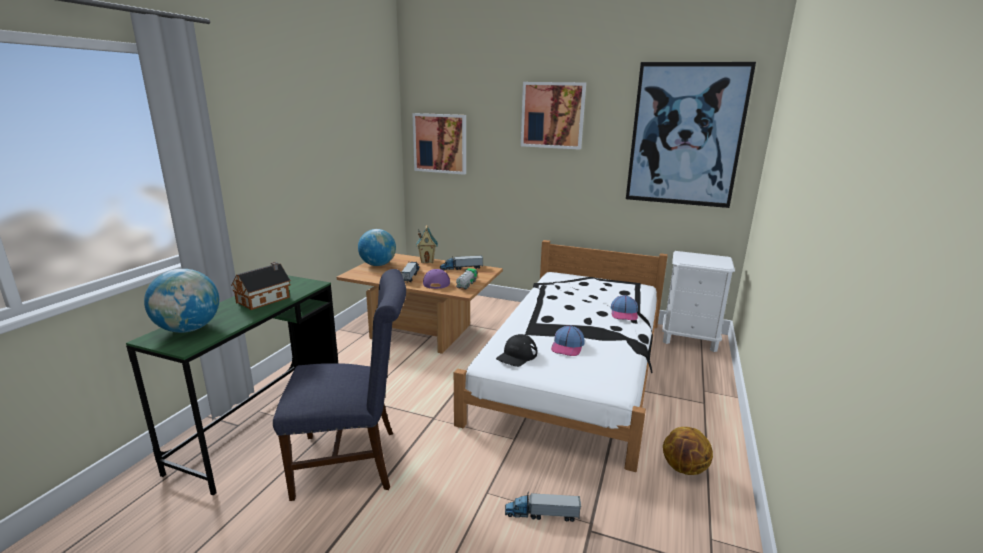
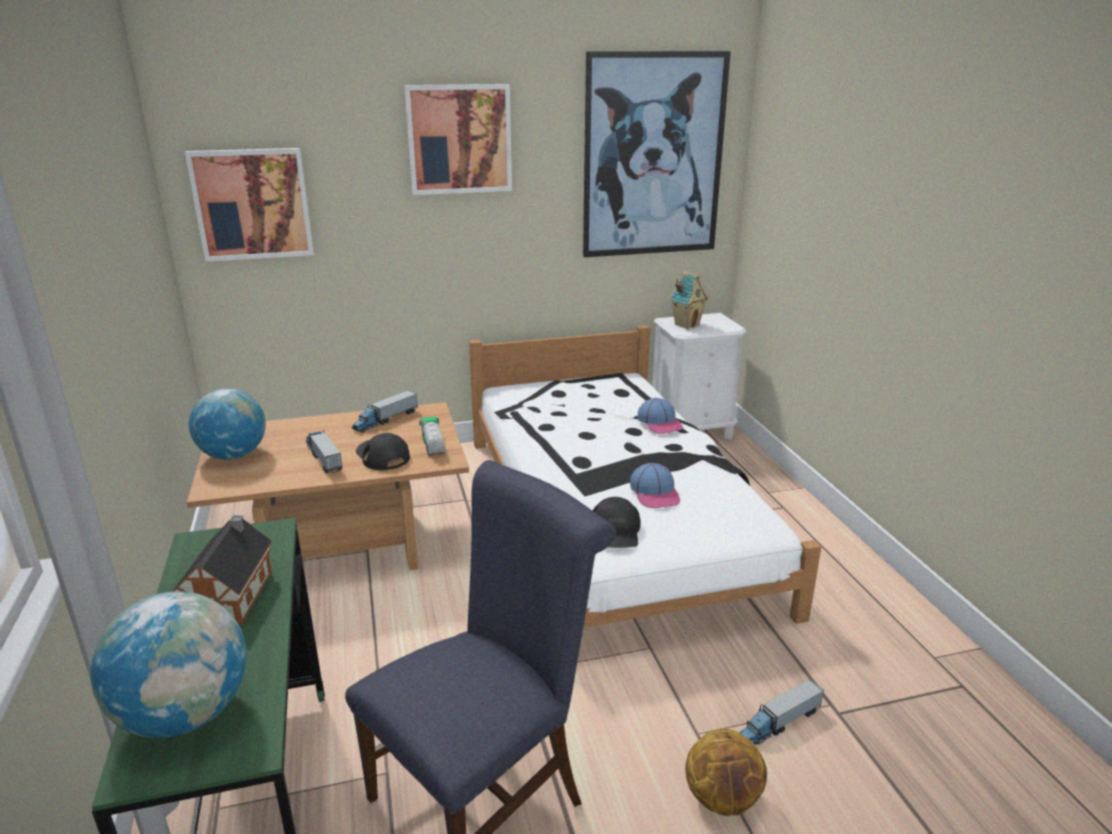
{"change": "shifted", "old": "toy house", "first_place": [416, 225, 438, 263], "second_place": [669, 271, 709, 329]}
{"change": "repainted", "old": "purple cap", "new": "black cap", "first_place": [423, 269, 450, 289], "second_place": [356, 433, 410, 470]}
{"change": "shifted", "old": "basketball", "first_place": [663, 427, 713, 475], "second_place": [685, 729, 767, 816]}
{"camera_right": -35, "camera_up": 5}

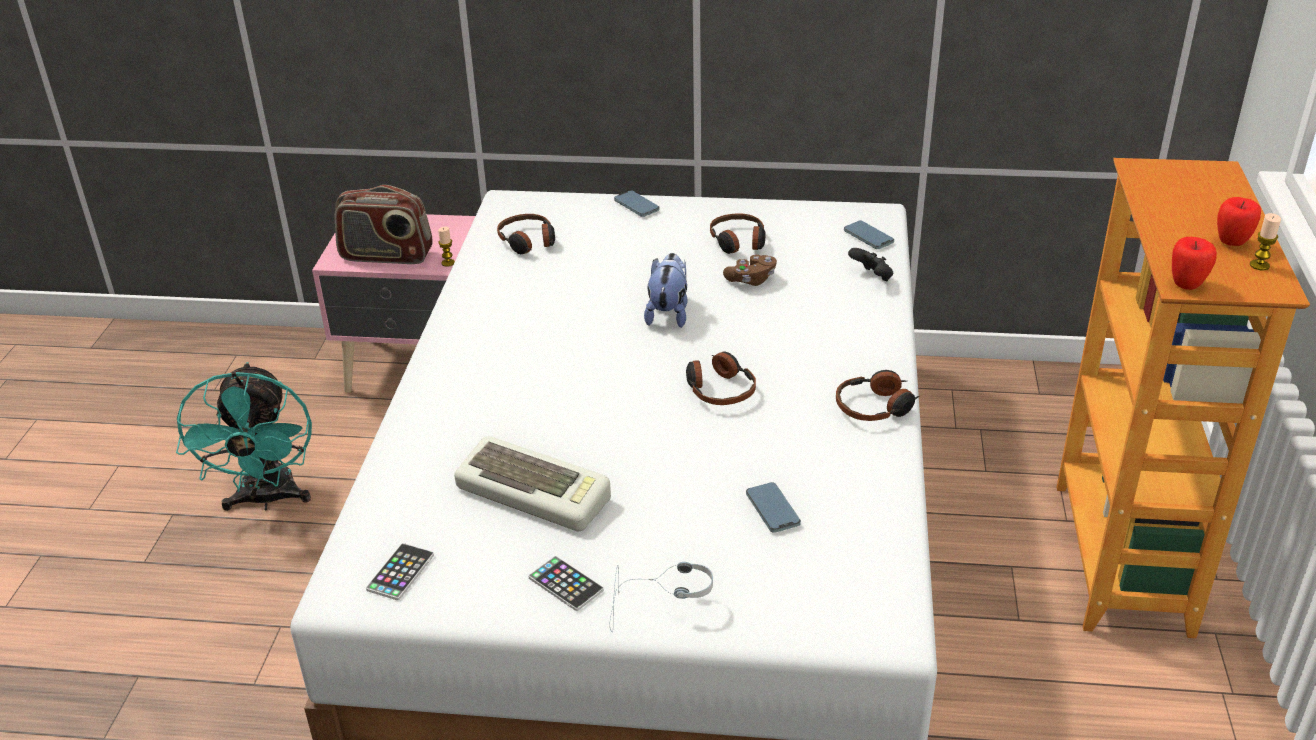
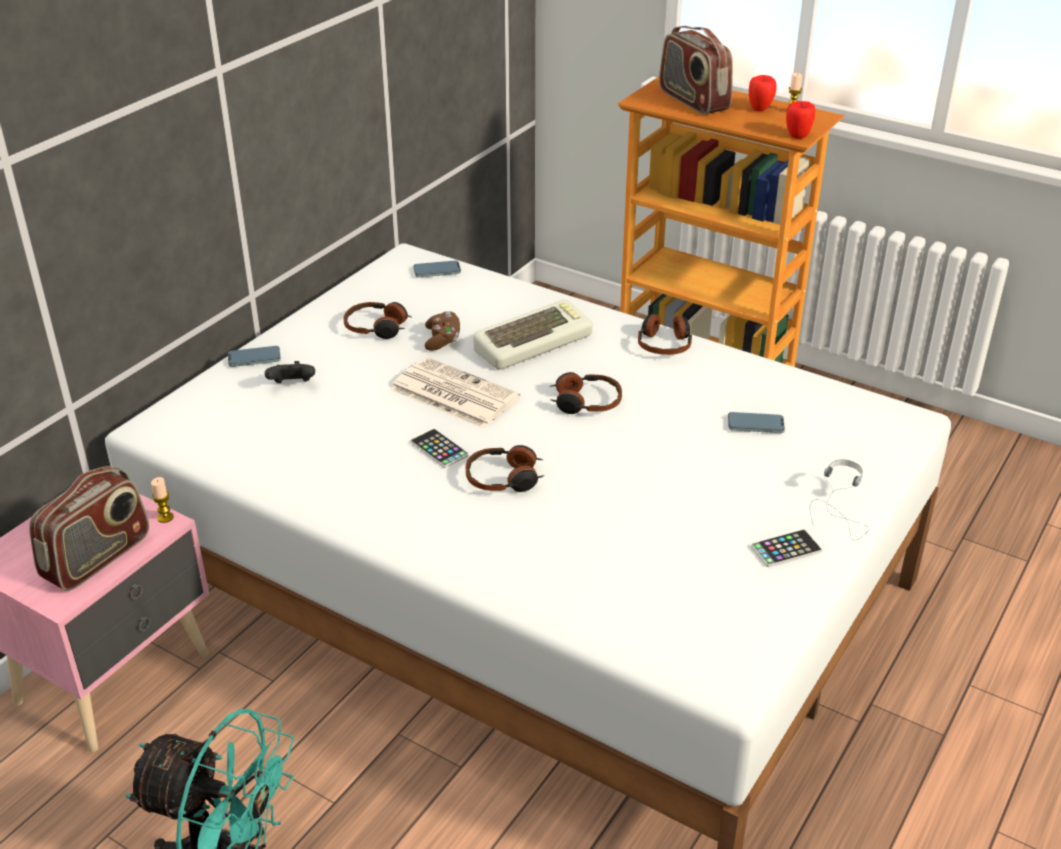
{"change": "shifted", "old": "headphones", "first_place": [497, 214, 555, 254], "second_place": [466, 445, 544, 492]}
{"change": "shifted", "old": "black game controller", "first_place": [848, 248, 893, 281], "second_place": [265, 361, 315, 383]}
{"change": "swapped", "old": "plush toy", "new": "newspaper", "first_place": [644, 253, 687, 328], "second_place": [390, 357, 520, 429]}
{"change": "shifted", "old": "keyboard", "first_place": [454, 436, 611, 531], "second_place": [473, 299, 592, 370]}
{"change": "shifted", "old": "phone", "first_place": [366, 543, 434, 600], "second_place": [410, 429, 469, 468]}
{"change": "new", "new": "radio", "second_place": [659, 26, 733, 114]}
{"camera_right": -65, "camera_up": 0}

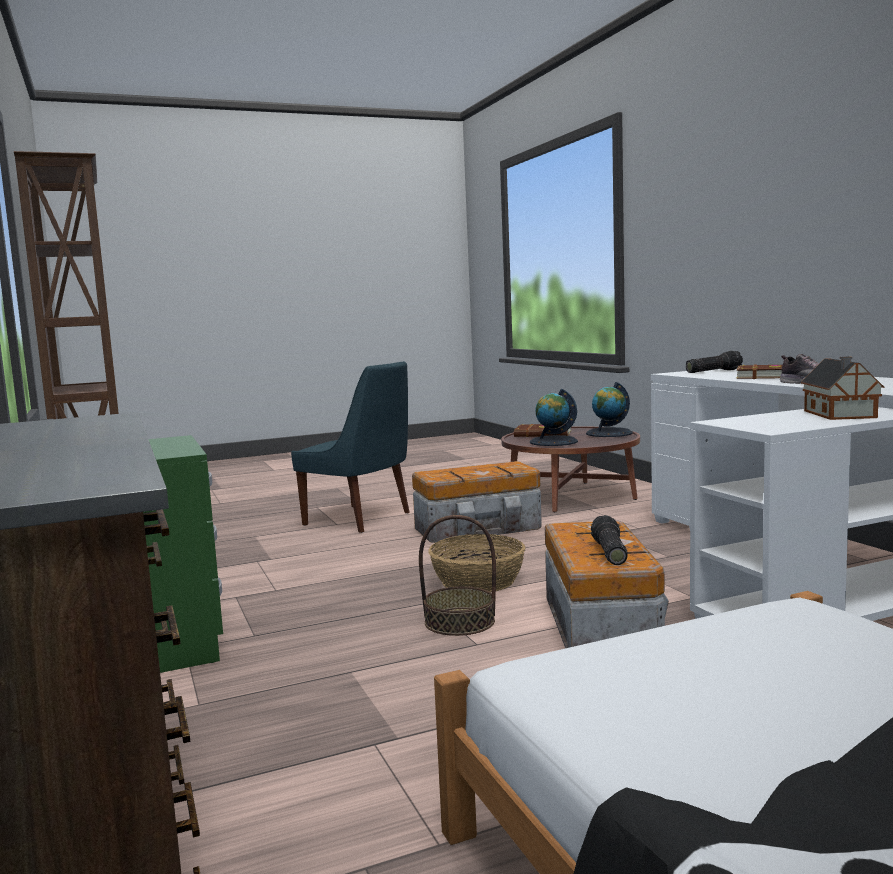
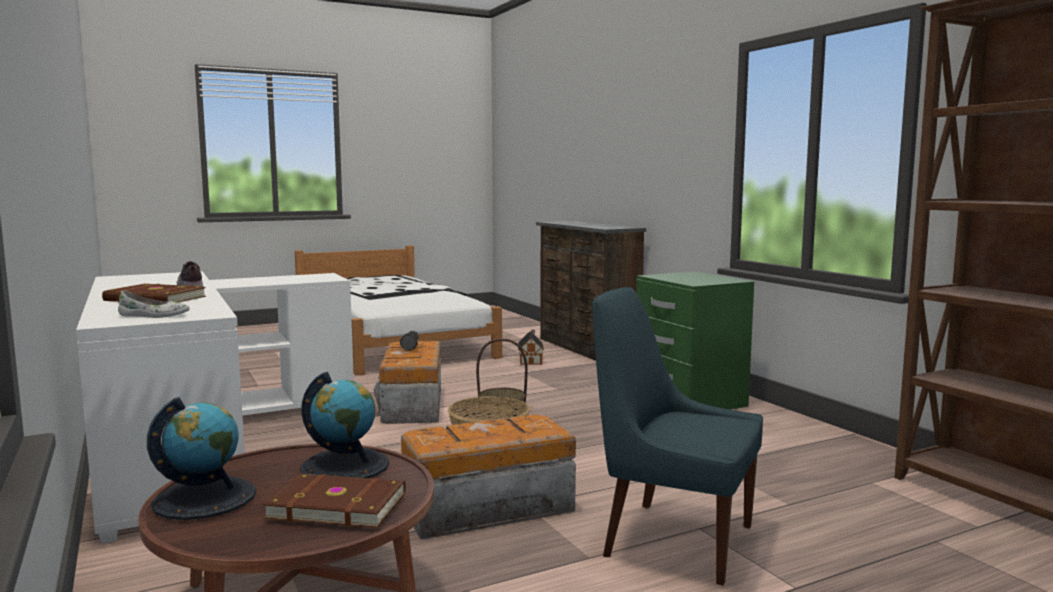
{"change": "swapped", "old": "flashlight", "new": "white shoe", "first_place": [686, 351, 743, 373], "second_place": [118, 291, 190, 318]}
{"change": "shifted", "old": "toy house", "first_place": [801, 356, 884, 420], "second_place": [518, 330, 544, 365]}
{"camera_right": 175, "camera_up": 0}

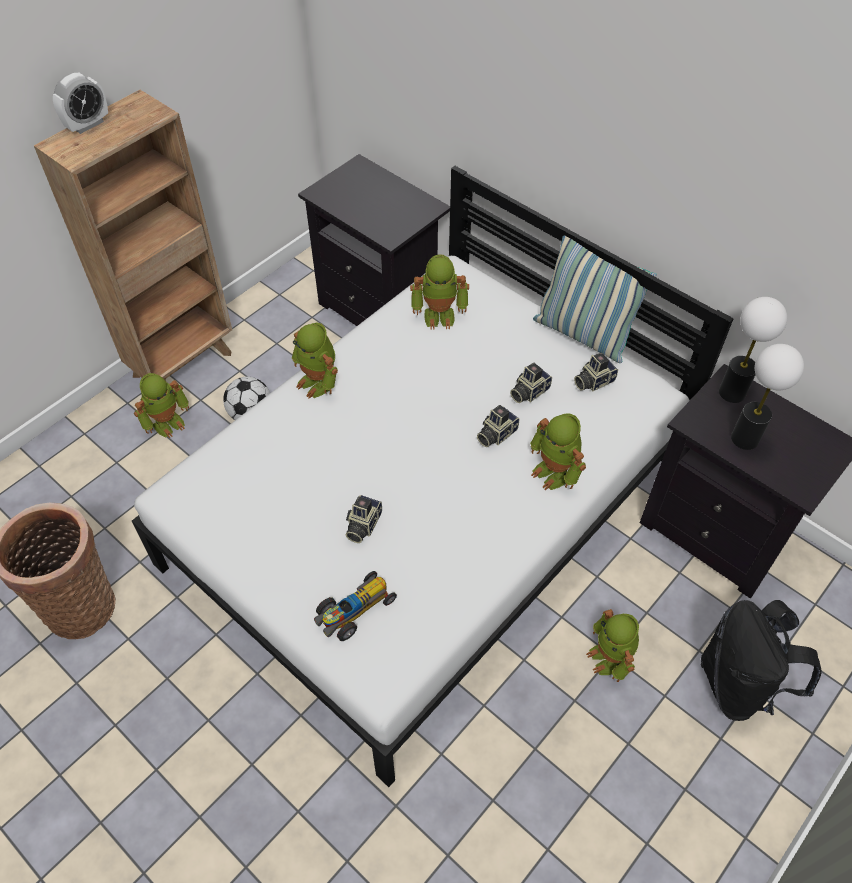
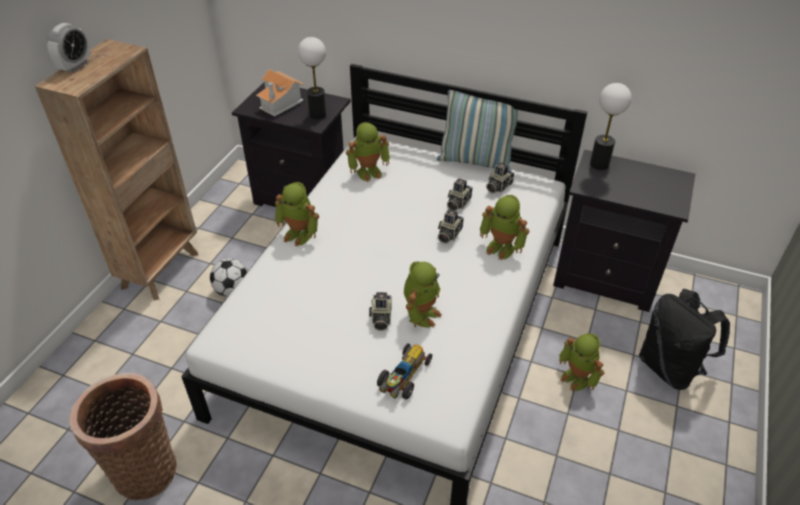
{"change": "shifted", "old": "table lamp", "first_place": [731, 344, 804, 450], "second_place": [298, 37, 326, 119]}
{"change": "shifted", "old": "toy robot", "first_place": [134, 373, 189, 438], "second_place": [404, 261, 442, 328]}
{"change": "new", "new": "toy house", "second_place": [256, 69, 304, 117]}
{"camera_right": -20, "camera_up": -10}

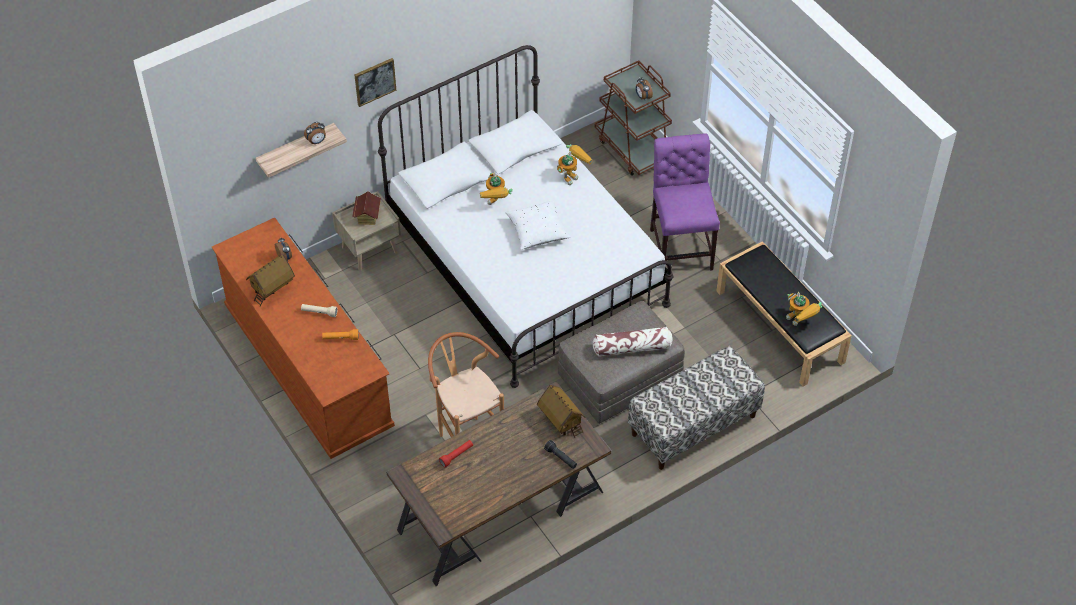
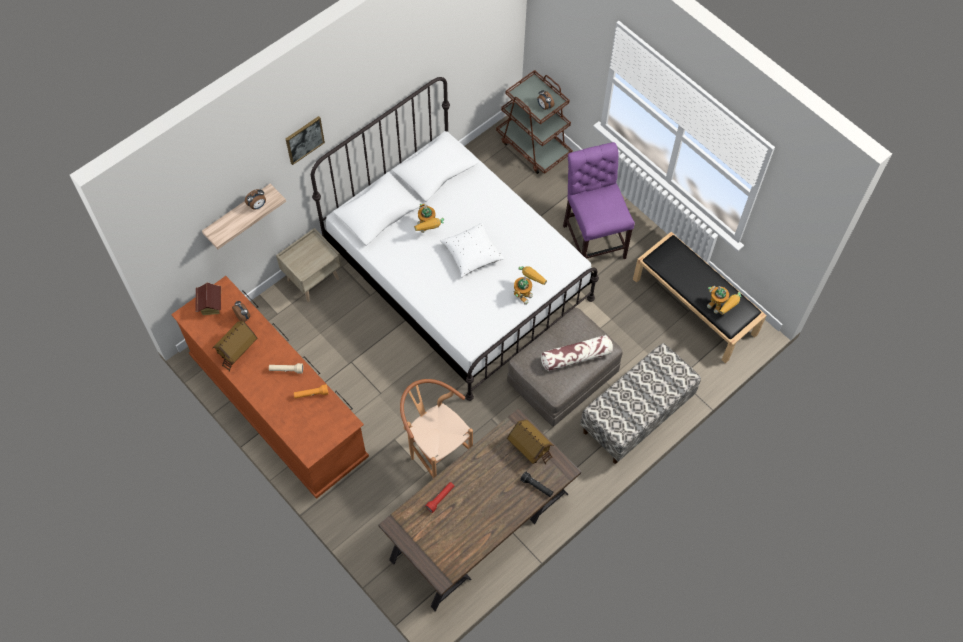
{"change": "shifted", "old": "toy robot", "first_place": [557, 144, 593, 185], "second_place": [513, 266, 547, 305]}
{"change": "shifted", "old": "toy house", "first_place": [352, 191, 381, 225], "second_place": [195, 282, 221, 315]}
{"camera_right": -10, "camera_up": 10}

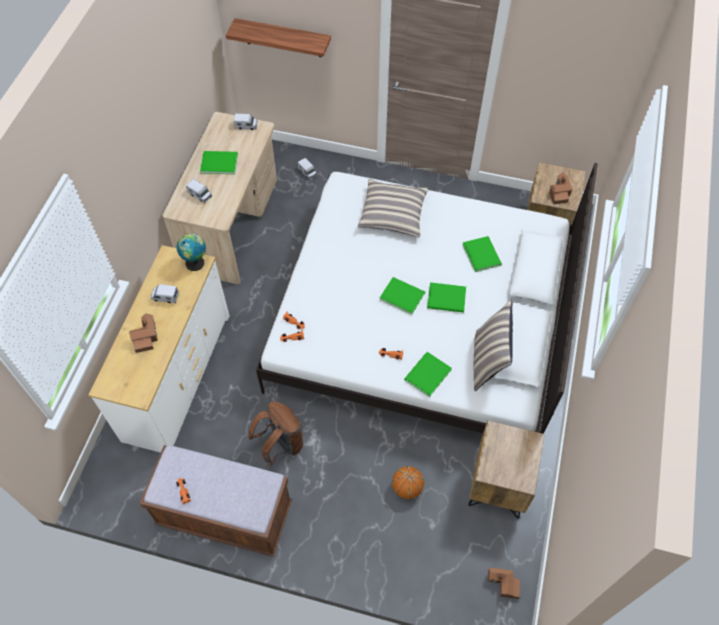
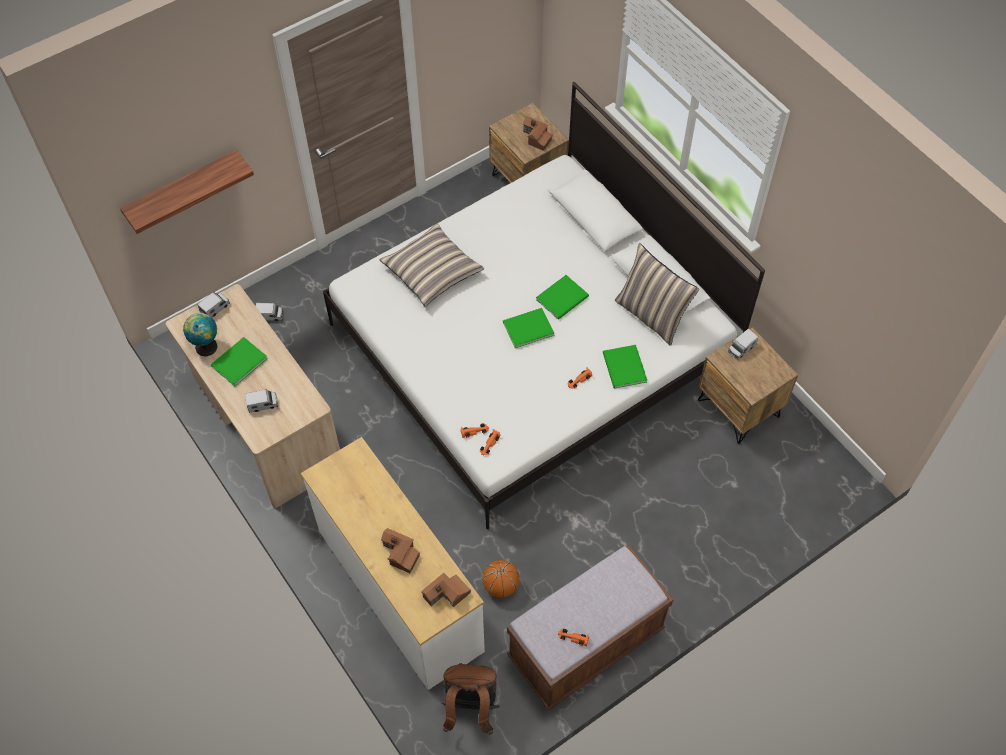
{"change": "shifted", "old": "globe", "first_place": [177, 233, 206, 271], "second_place": [183, 313, 218, 356]}
{"change": "gone", "old": "green book", "first_place": [462, 236, 502, 272]}
{"change": "shifted", "old": "toy truck", "first_place": [151, 284, 179, 303], "second_place": [728, 329, 758, 360]}
{"change": "shifted", "old": "brown backpack", "first_place": [248, 401, 303, 466], "second_place": [440, 663, 499, 735]}
{"change": "shifted", "old": "basketball", "first_place": [392, 466, 424, 499], "second_place": [482, 560, 520, 598]}
{"change": "shifted", "old": "toy house", "first_place": [488, 567, 520, 599], "second_place": [421, 573, 471, 607]}
{"camera_right": -50, "camera_up": 0}

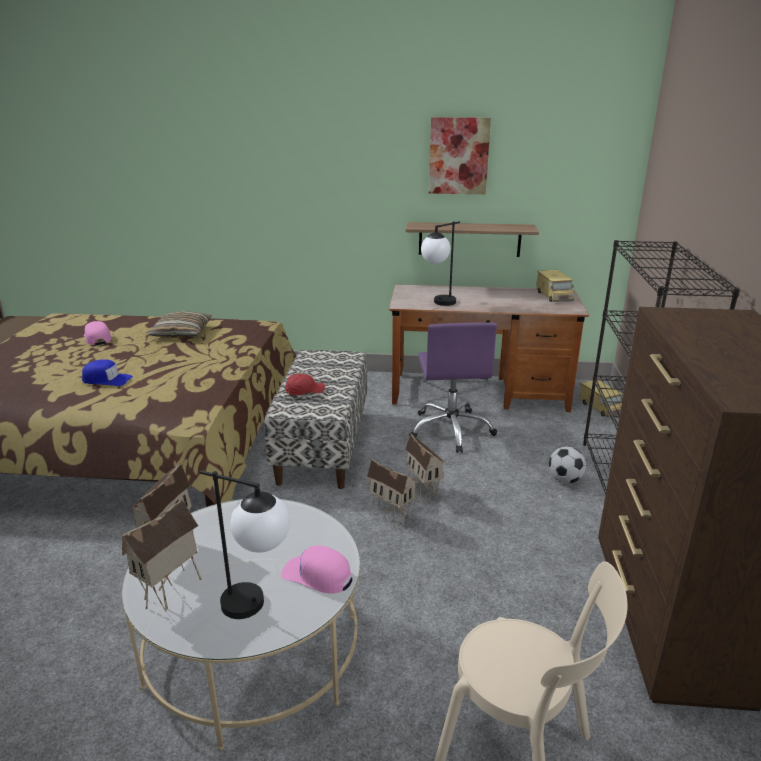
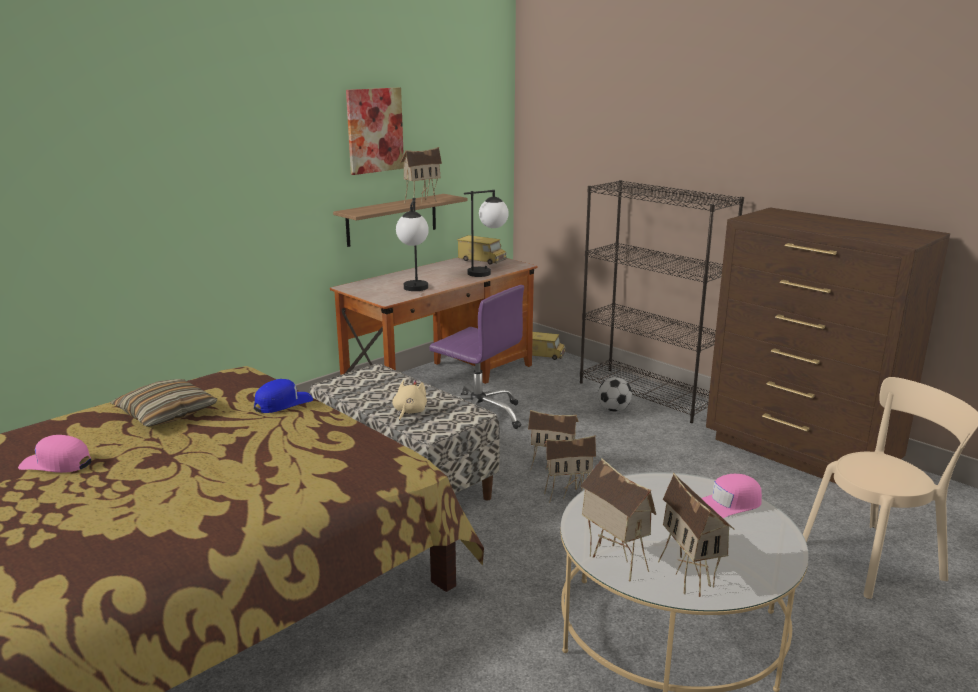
{"change": "shifted", "old": "blue cap", "first_place": [82, 360, 133, 386], "second_place": [254, 379, 313, 413]}
{"change": "swapped", "old": "red cap", "new": "beige plush toy", "first_place": [285, 373, 325, 395], "second_place": [392, 380, 427, 421]}
{"change": "shifted", "old": "table lamp", "first_place": [200, 470, 290, 619], "second_place": [464, 190, 509, 277]}
{"change": "new", "new": "toy house", "second_place": [401, 147, 442, 203]}
{"camera_right": -50, "camera_up": -5}

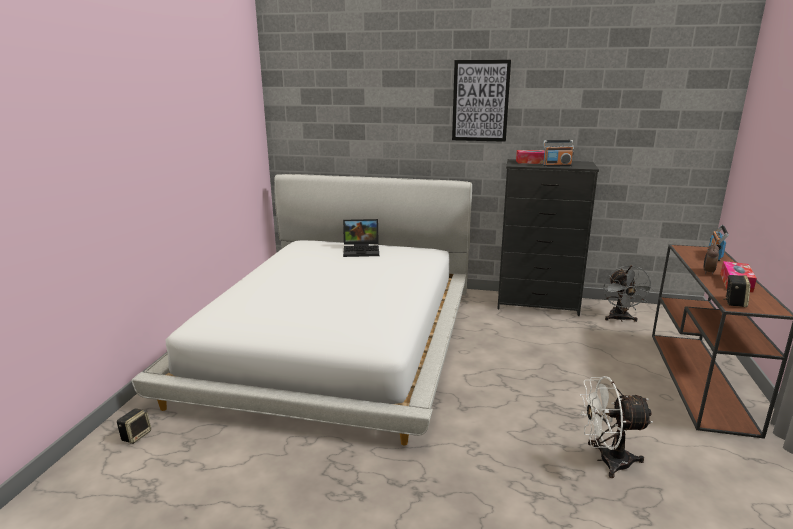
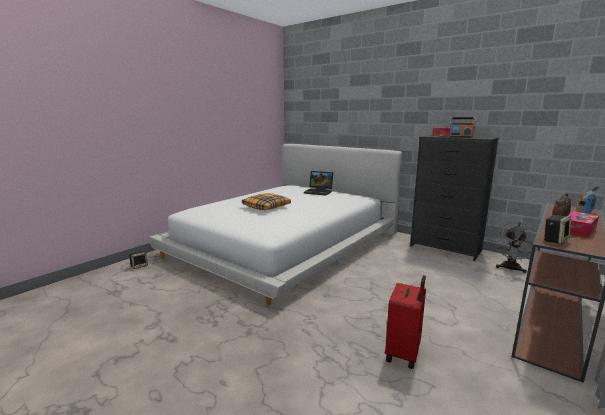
{"change": "gone", "old": "picture", "first_place": [452, 60, 511, 142]}
{"change": "swapped", "old": "white fan", "new": "red suitcase", "first_place": [580, 376, 653, 478], "second_place": [385, 275, 426, 369]}
{"change": "new", "new": "pillow", "second_place": [242, 193, 291, 210]}
{"camera_right": 25, "camera_up": -5}

